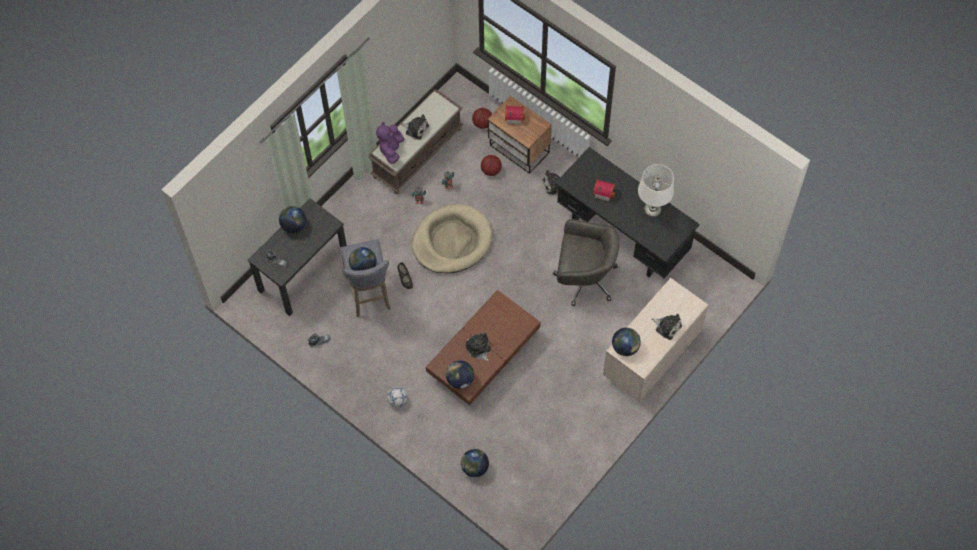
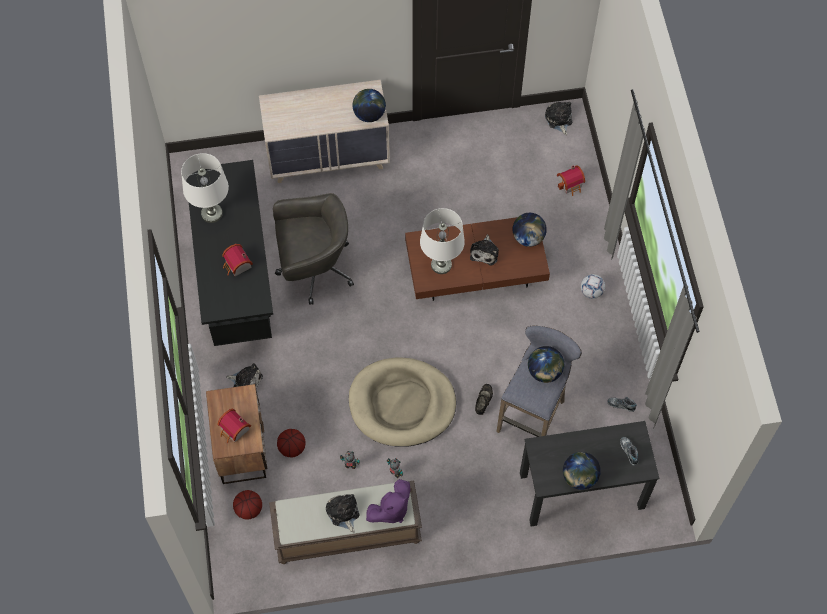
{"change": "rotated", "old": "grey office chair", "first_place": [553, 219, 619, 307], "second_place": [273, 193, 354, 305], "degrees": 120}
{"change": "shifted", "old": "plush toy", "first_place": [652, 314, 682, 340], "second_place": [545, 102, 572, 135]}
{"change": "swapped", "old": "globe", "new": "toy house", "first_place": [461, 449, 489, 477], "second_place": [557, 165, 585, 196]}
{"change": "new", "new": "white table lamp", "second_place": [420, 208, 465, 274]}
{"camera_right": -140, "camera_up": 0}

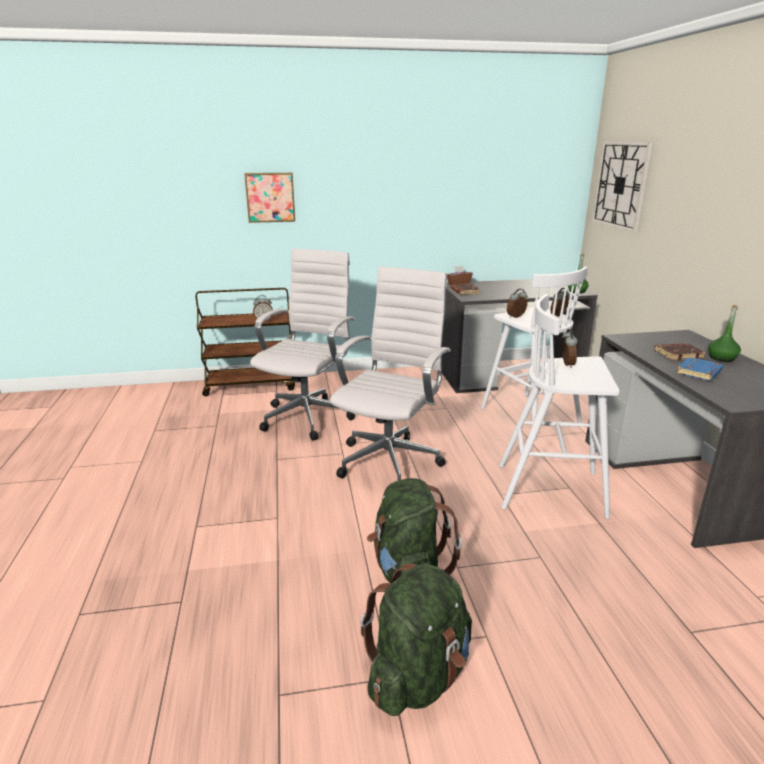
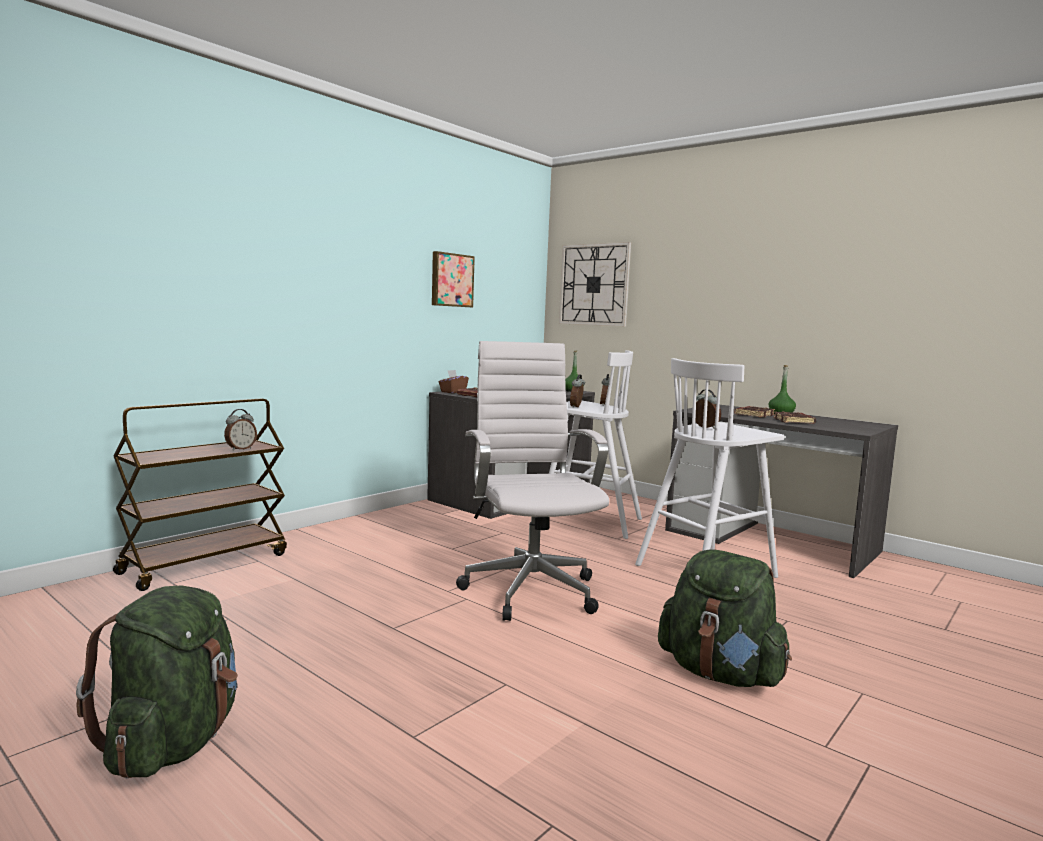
{"change": "shifted", "old": "picture", "first_place": [244, 173, 295, 223], "second_place": [432, 251, 475, 307]}
{"change": "gone", "old": "white office chair", "first_place": [250, 249, 355, 441]}
{"change": "repainted", "old": "blue book", "new": "brown book", "first_place": [676, 357, 723, 381], "second_place": [774, 411, 816, 424]}
{"change": "shifted", "old": "green backpack", "first_place": [360, 564, 472, 716], "second_place": [76, 586, 238, 779]}
{"camera_right": -40, "camera_up": -15}

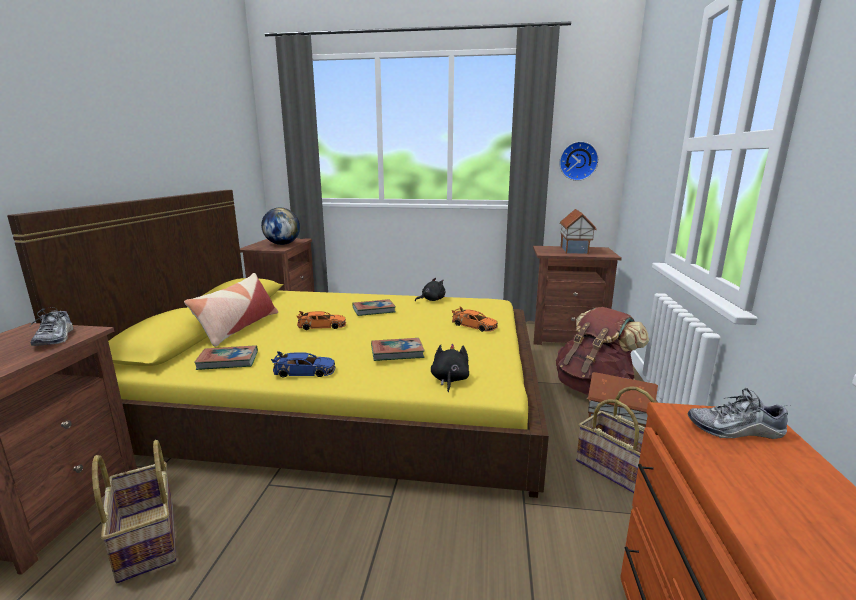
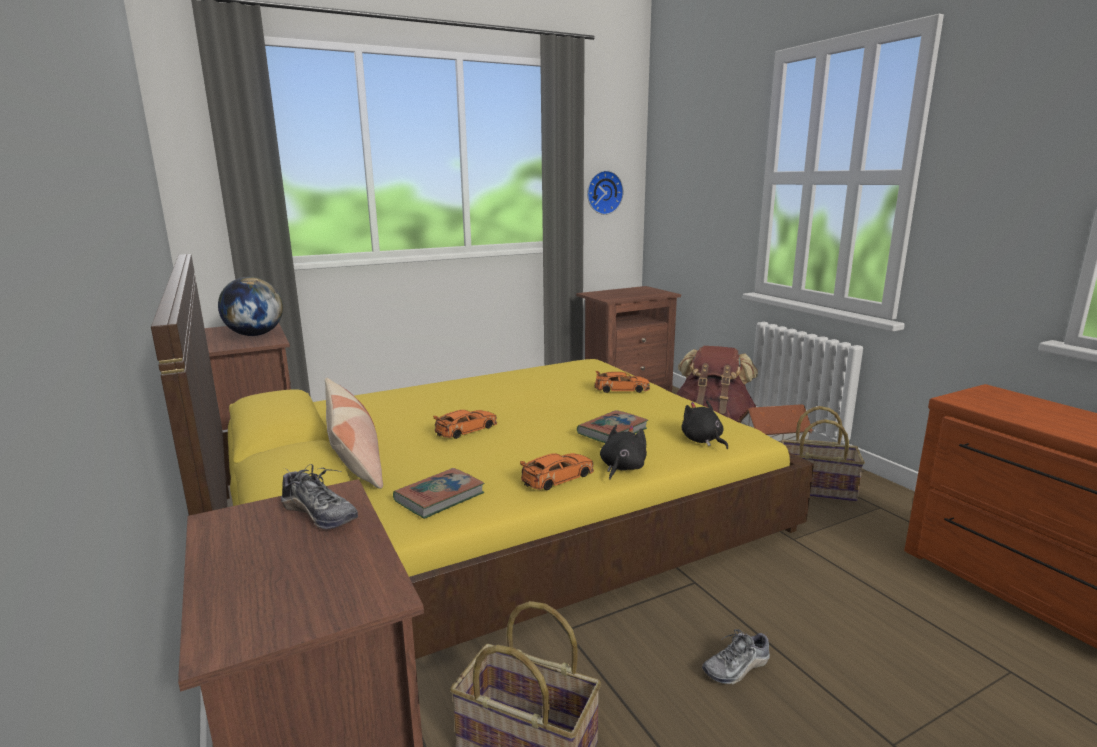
{"change": "gone", "old": "toy house", "first_place": [559, 209, 597, 254]}
{"change": "shifted", "old": "black plush toy", "first_place": [415, 278, 445, 301], "second_place": [600, 424, 647, 480]}
{"change": "gone", "old": "book", "first_place": [353, 299, 396, 316]}
{"change": "repainted", "old": "blue toy car", "new": "orange toy car", "first_place": [271, 351, 336, 378], "second_place": [520, 453, 594, 490]}
{"change": "shifted", "old": "shoe", "first_place": [688, 388, 790, 439], "second_place": [702, 629, 770, 685]}
{"camera_right": -35, "camera_up": 0}

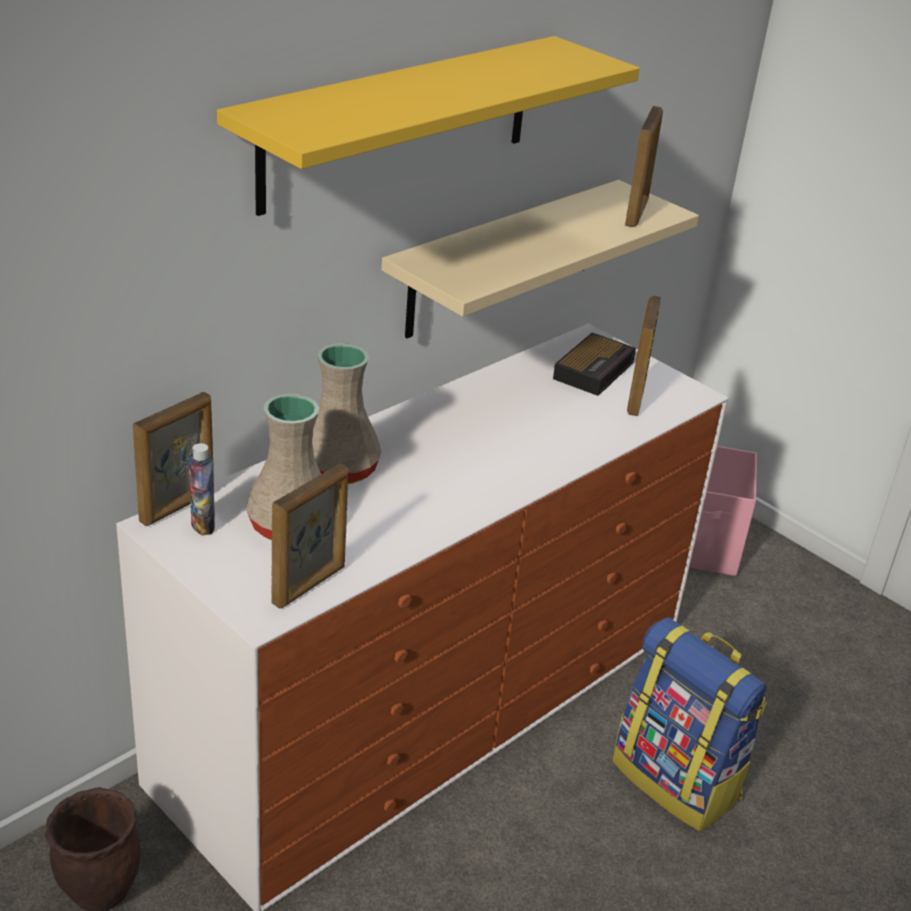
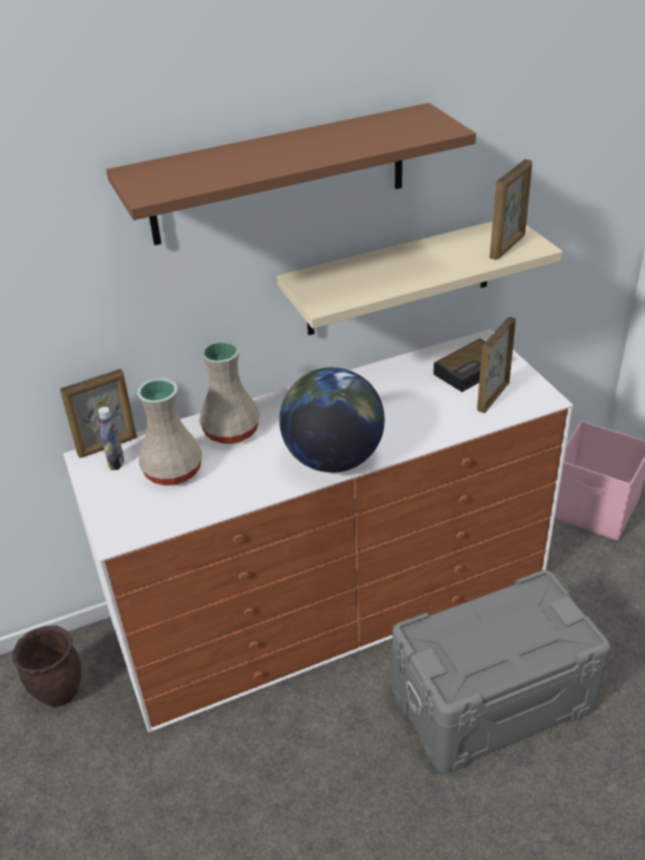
{"change": "repainted", "old": "yellow shelf", "new": "brown shelf", "first_place": [217, 36, 640, 216], "second_place": [106, 103, 476, 245]}
{"change": "gone", "old": "picture frame", "first_place": [271, 464, 348, 609]}
{"change": "swapped", "old": "backpack", "new": "grey storage box", "first_place": [613, 617, 767, 831], "second_place": [392, 570, 611, 773]}
{"change": "new", "new": "globe", "second_place": [279, 367, 385, 473]}
{"camera_right": 25, "camera_up": 5}

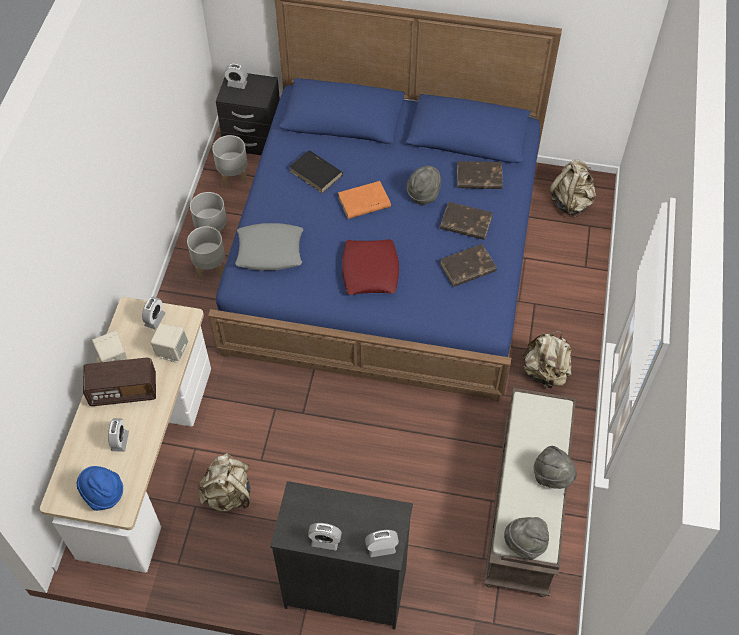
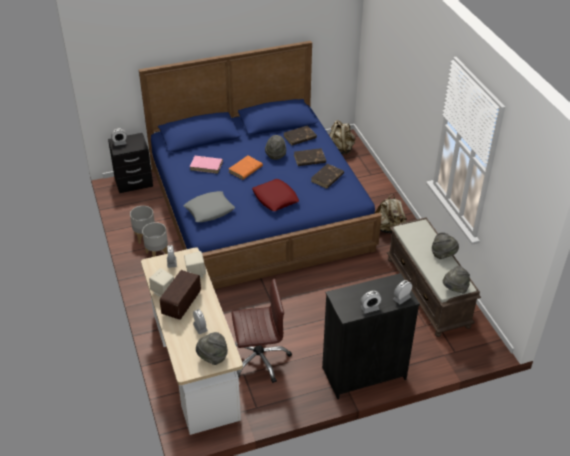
{"change": "gone", "old": "grey planter", "first_place": [212, 135, 248, 188]}
{"change": "repainted", "old": "black book", "new": "pink book", "first_place": [289, 150, 343, 193], "second_place": [190, 156, 223, 174]}
{"change": "rotated", "old": "radio", "first_place": [83, 358, 156, 406], "second_place": [160, 270, 201, 320], "degrees": 150}
{"change": "swapped", "old": "beige backpack", "new": "brown office chair", "first_place": [197, 453, 251, 512], "second_place": [231, 278, 292, 383]}
{"change": "repainted", "old": "blue hat", "new": "grey hat", "first_place": [77, 466, 123, 511], "second_place": [196, 332, 228, 365]}
{"camera_right": -30, "camera_up": -15}

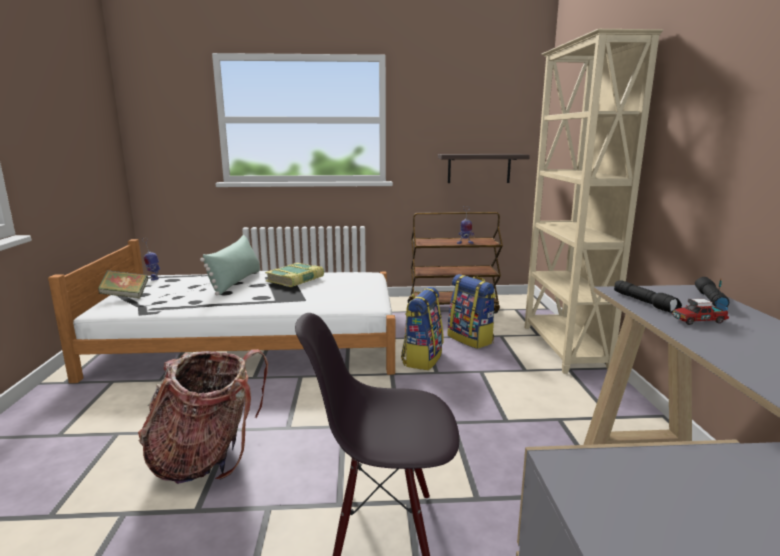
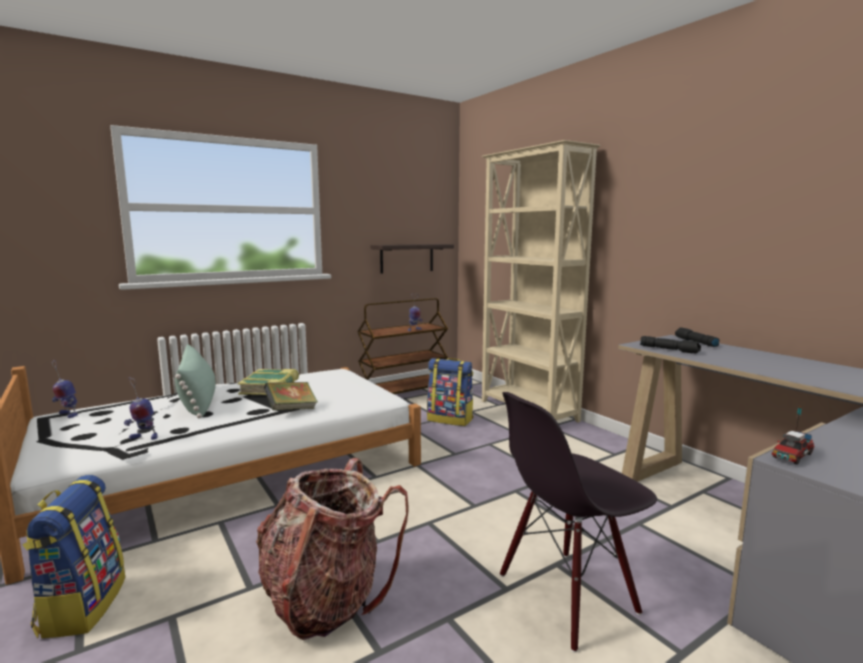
{"change": "shifted", "old": "book", "first_place": [98, 270, 148, 299], "second_place": [264, 382, 318, 410]}
{"change": "shifted", "old": "toy truck", "first_place": [672, 279, 729, 325], "second_place": [772, 407, 814, 465]}
{"change": "shifted", "old": "backpack", "first_place": [401, 287, 444, 370], "second_place": [23, 475, 125, 639]}
{"change": "new", "new": "toy robot", "second_place": [124, 377, 158, 440]}
{"camera_right": -30, "camera_up": -5}

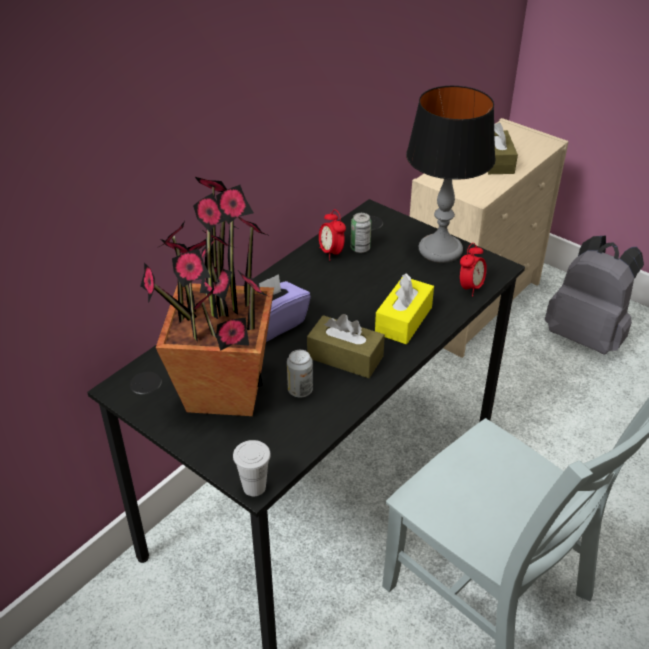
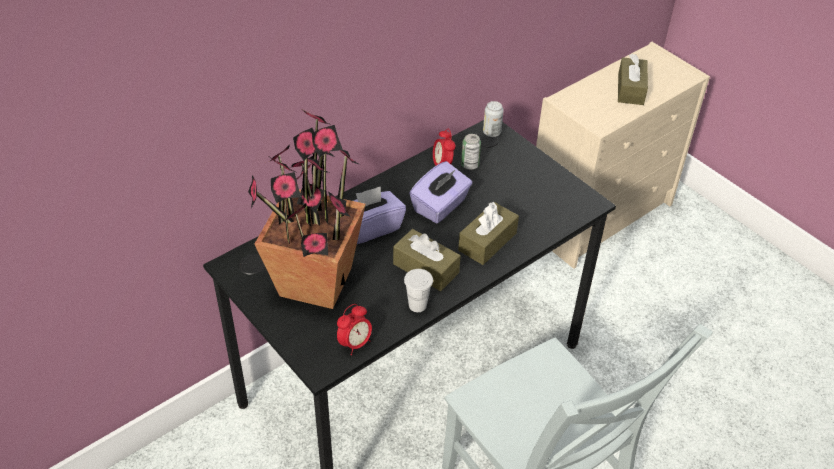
{"change": "gone", "old": "table lamp", "first_place": [406, 86, 496, 263]}
{"change": "gone", "old": "grey backpack", "first_place": [545, 236, 644, 354]}
{"change": "shifted", "old": "alarm clock", "first_place": [460, 243, 487, 297], "second_place": [337, 304, 372, 355]}
{"change": "repainted", "old": "yellow tissue box", "new": "brown tissue box", "first_place": [375, 273, 434, 344], "second_place": [458, 202, 519, 265]}
{"change": "shifted", "old": "can", "first_place": [287, 350, 313, 398], "second_place": [483, 101, 504, 137]}
{"change": "shifted", "old": "white cup", "first_place": [233, 440, 271, 496], "second_place": [404, 269, 433, 312]}
{"change": "new", "new": "purple tissue box", "second_place": [409, 161, 472, 224]}
{"camera_right": 10, "camera_up": 5}

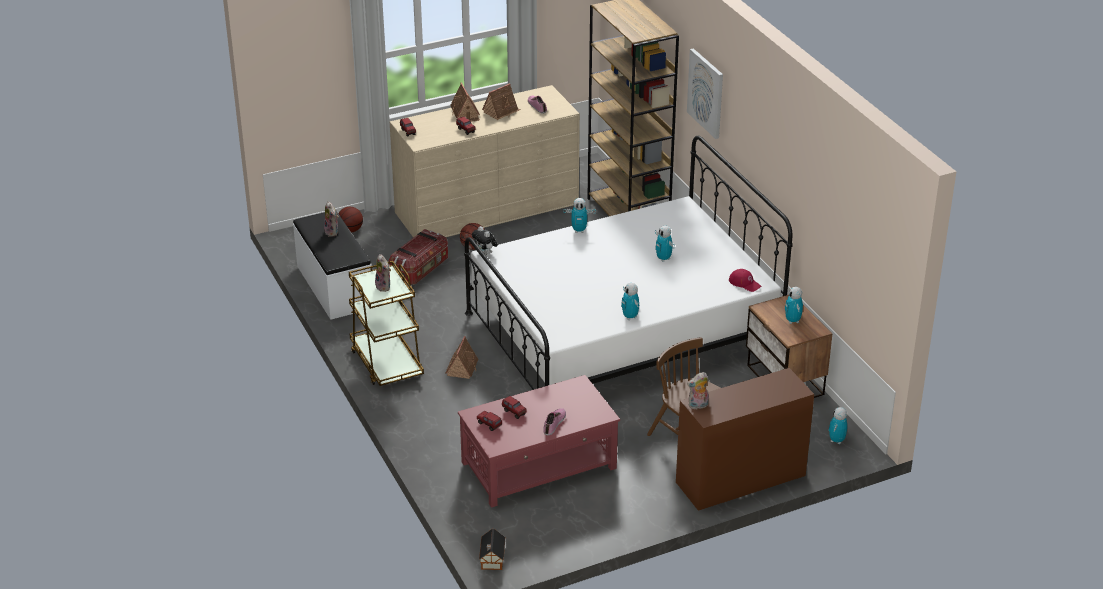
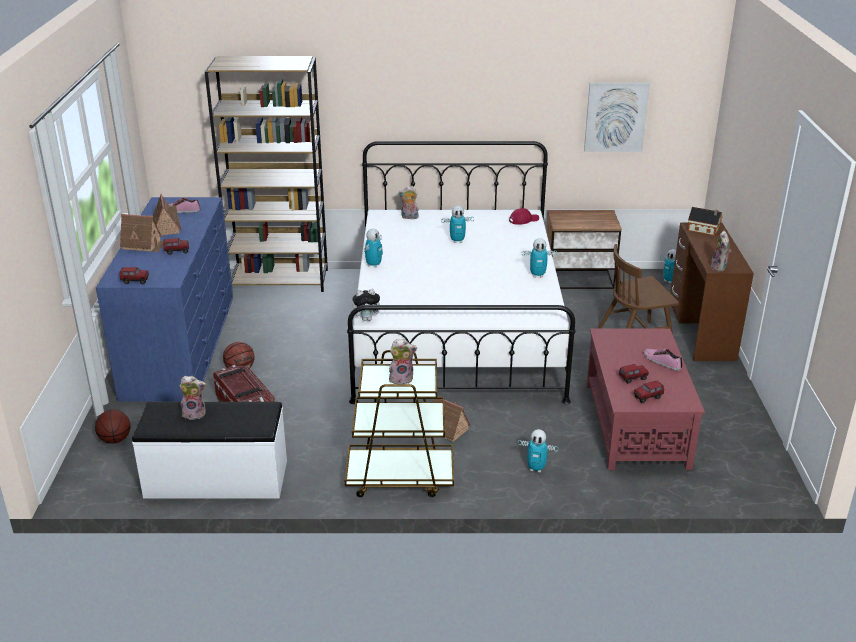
{"change": "shifted", "old": "picture", "first_place": [687, 48, 723, 139], "second_place": [584, 83, 650, 152]}
{"change": "repainted", "old": "beige dresser", "new": "blue dresser", "first_place": [390, 85, 580, 238], "second_place": [96, 197, 233, 402]}
{"change": "shifted", "old": "toy robot", "first_place": [785, 287, 803, 324], "second_place": [518, 429, 559, 473]}
{"change": "shifted", "old": "toy house", "first_place": [479, 529, 505, 570], "second_place": [687, 207, 722, 236]}
{"change": "new", "new": "plush toy", "second_place": [398, 186, 419, 219]}
{"camera_right": -65, "camera_up": -5}

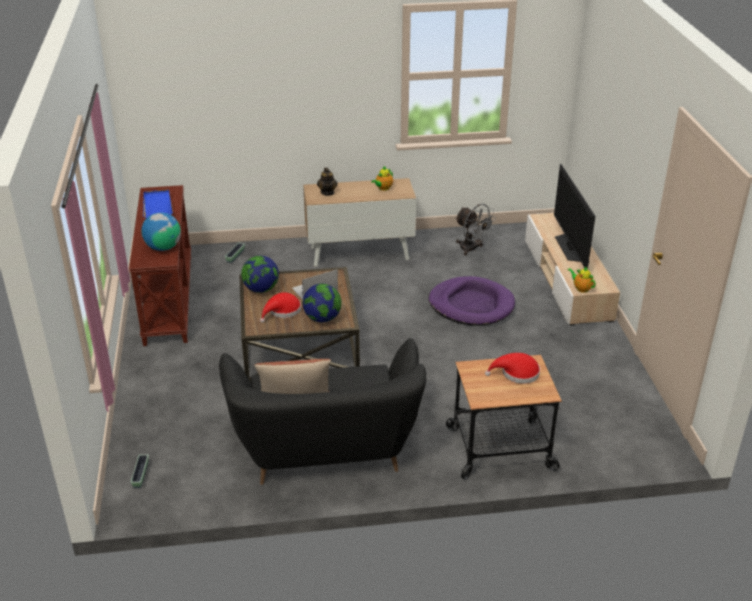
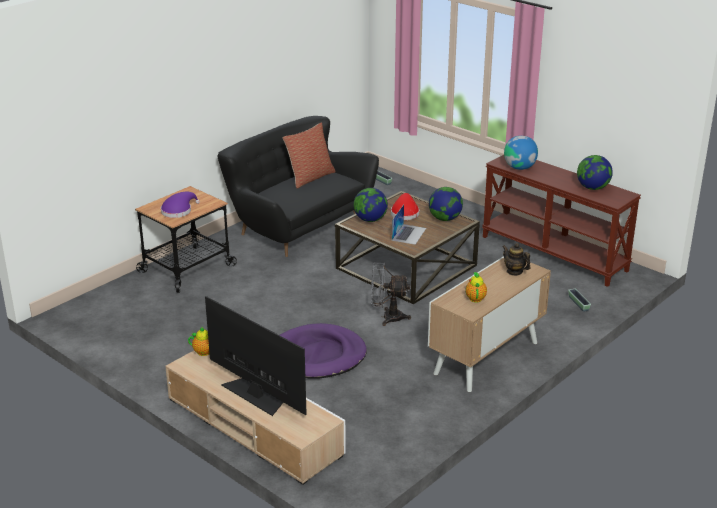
{"change": "swapped", "old": "blue tray", "new": "globe", "first_place": [143, 189, 173, 218], "second_place": [577, 155, 613, 190]}
{"change": "shifted", "old": "grey fan", "first_place": [455, 204, 496, 255], "second_place": [371, 263, 411, 326]}
{"change": "repainted", "old": "red hat", "new": "purple hat", "first_place": [485, 353, 540, 384], "second_place": [161, 192, 200, 218]}
{"camera_right": 140, "camera_up": -5}

